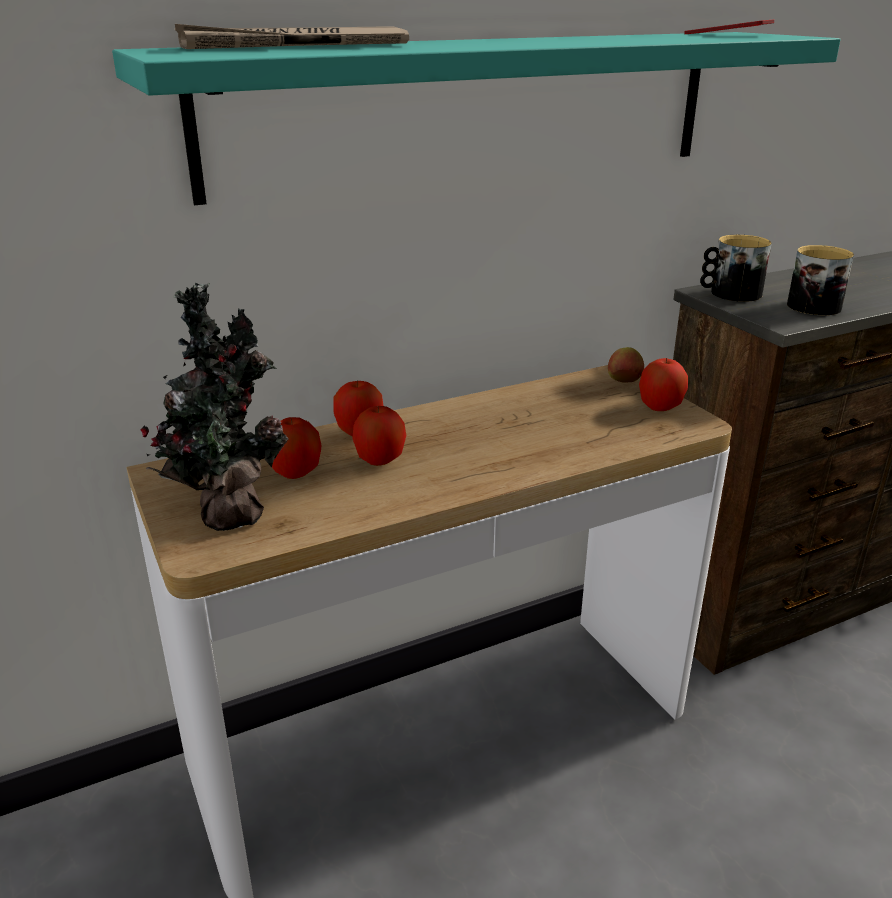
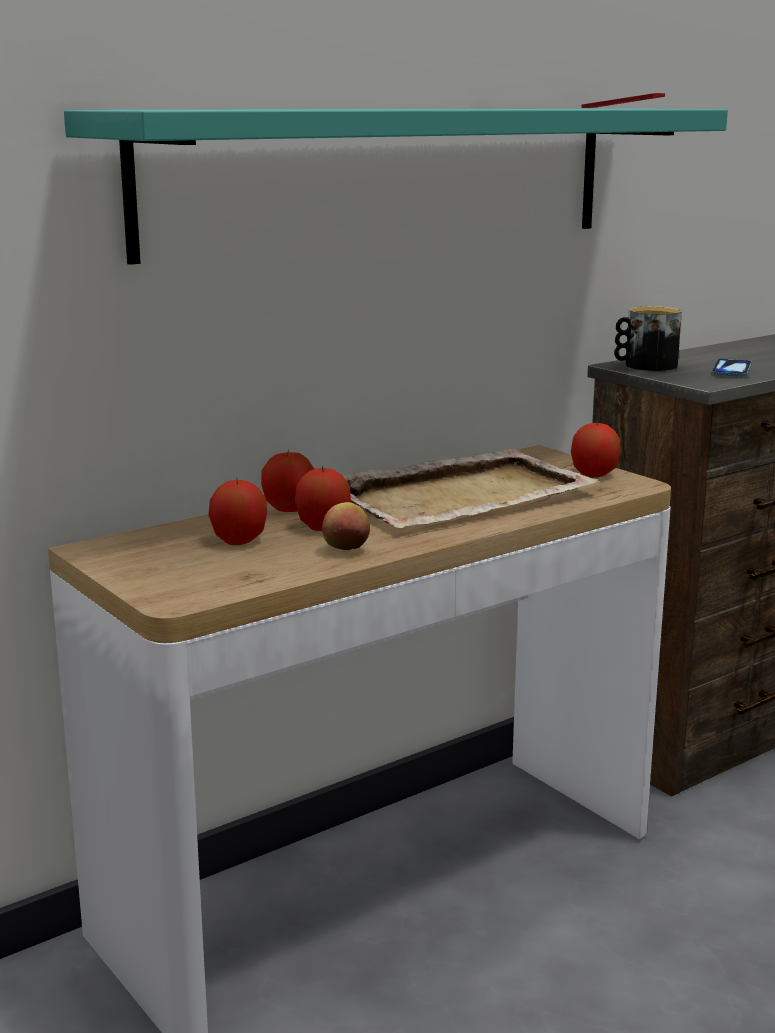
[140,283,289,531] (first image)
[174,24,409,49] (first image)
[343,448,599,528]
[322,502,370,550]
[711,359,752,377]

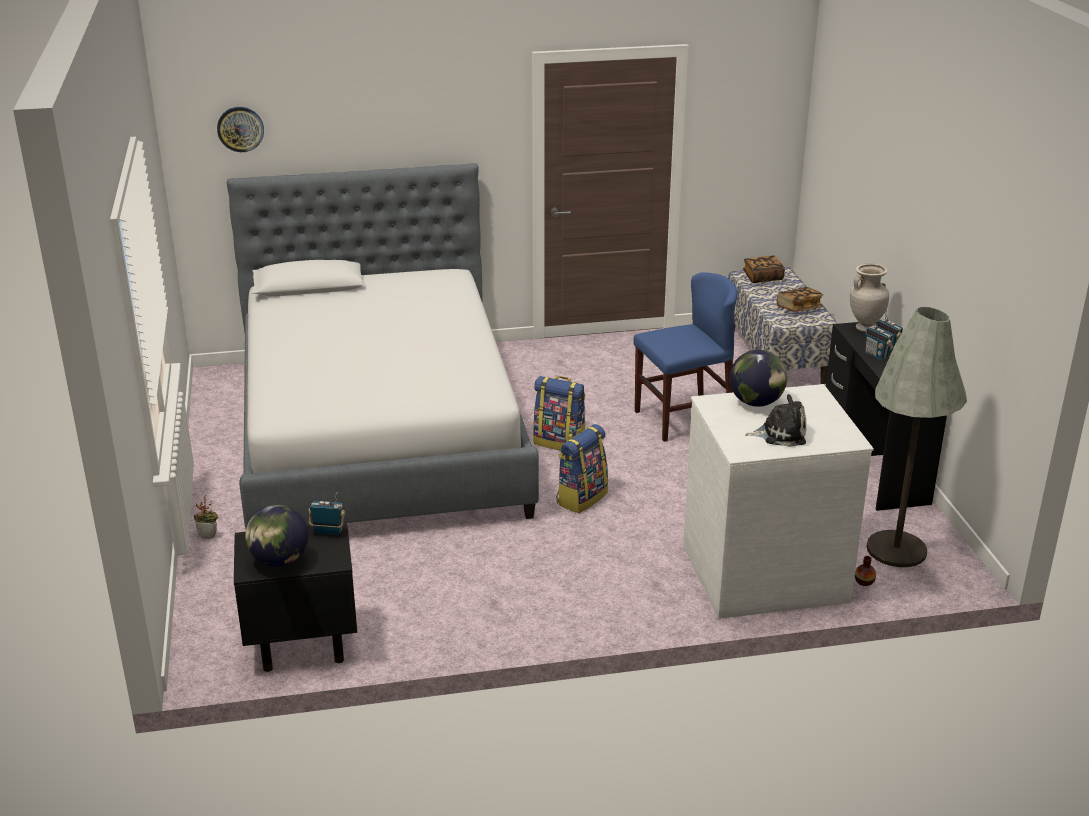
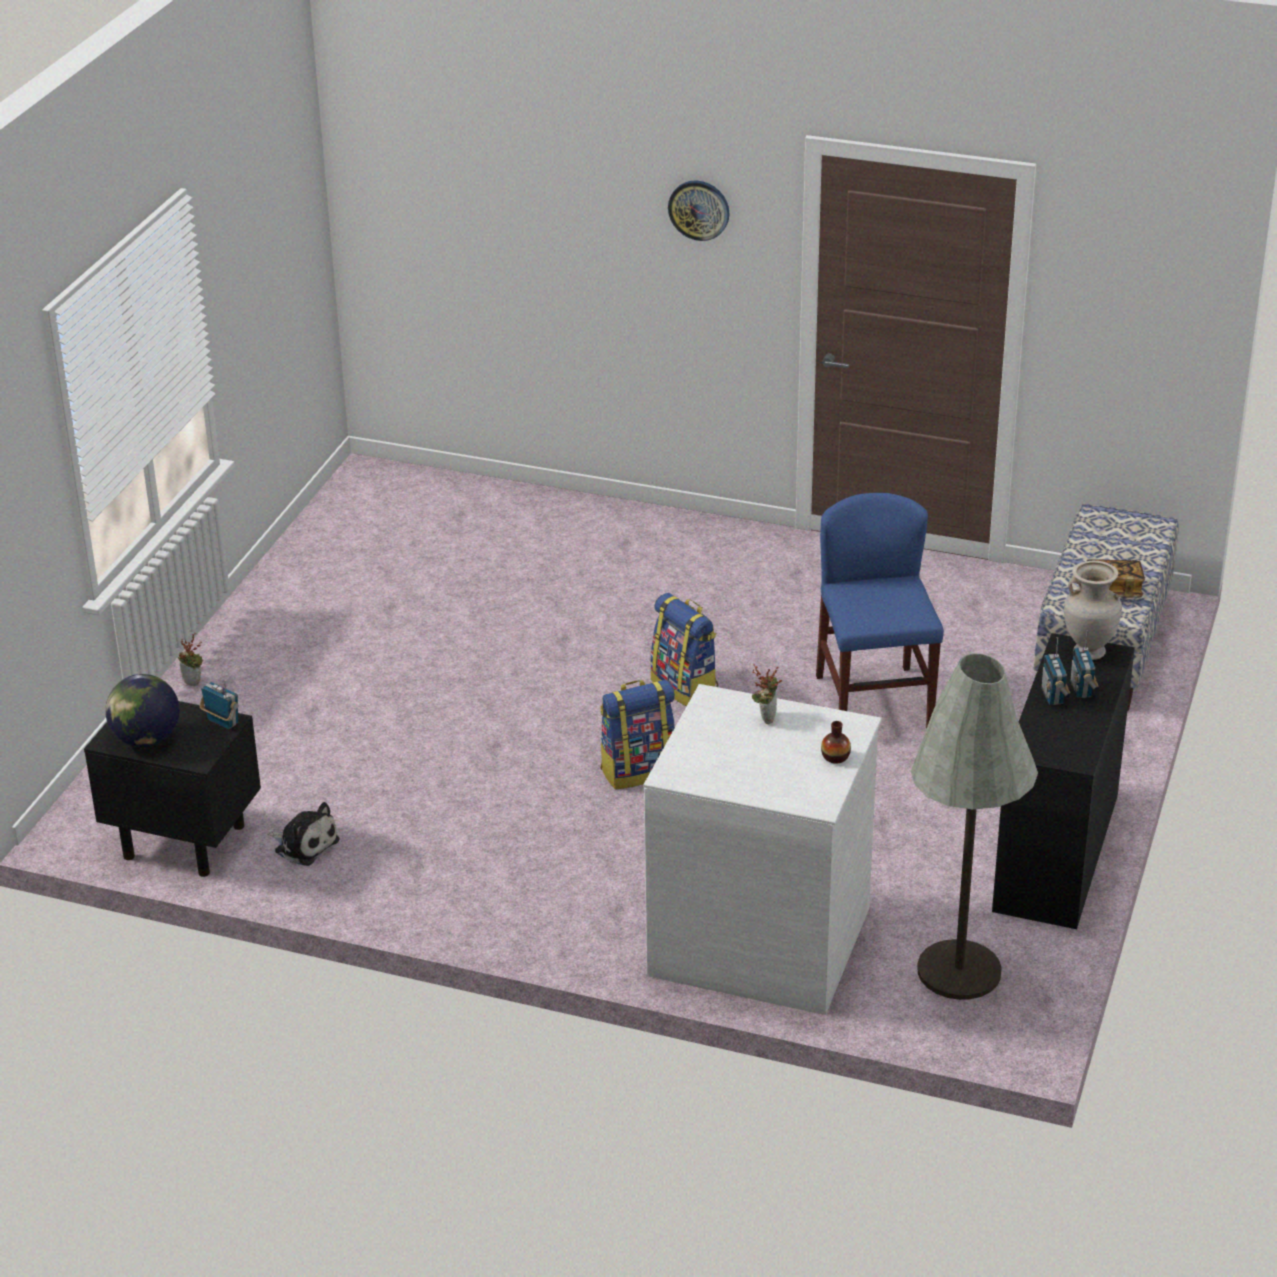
[227,163,539,529] (first image)
[743,256,785,283] (first image)
[668,181,729,241]
[268,802,340,866]
[821,721,851,764]
[752,665,782,724]
[816,493,944,729]

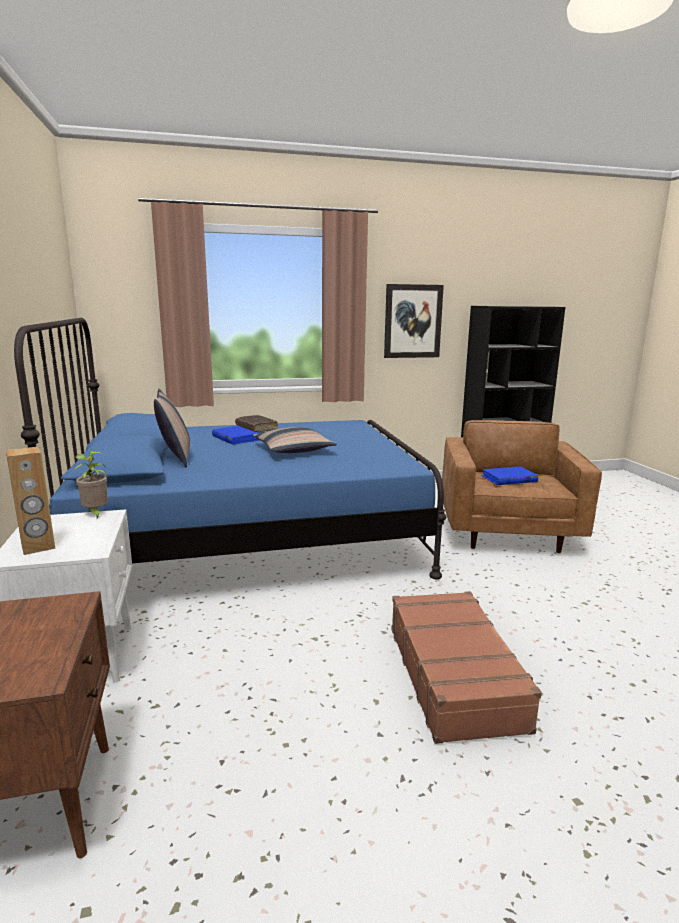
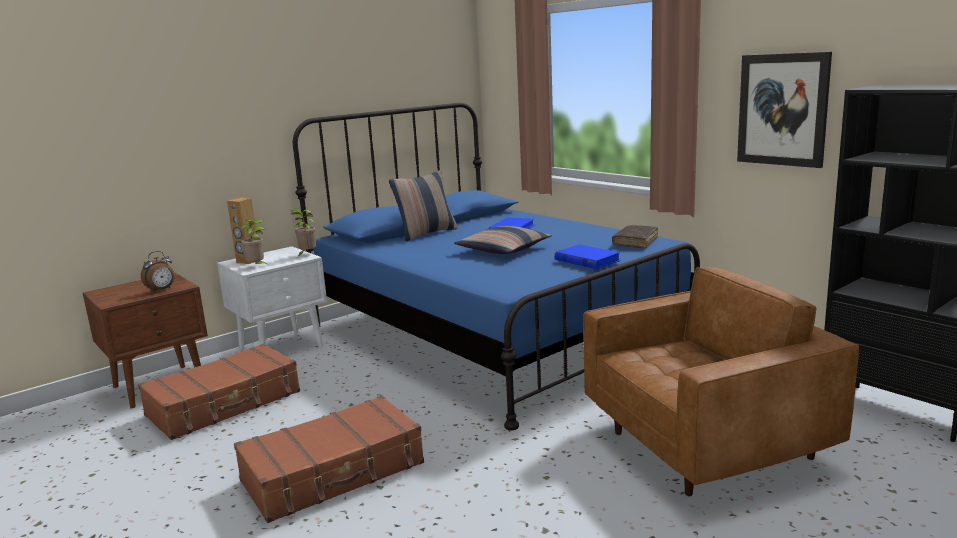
[138,344,300,440]
[141,251,174,293]
[241,219,269,266]
[612,225,658,248]
[555,244,620,269]

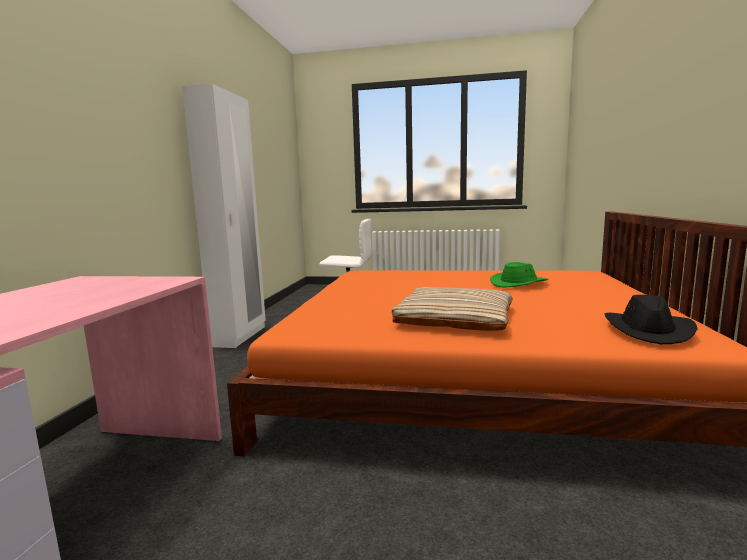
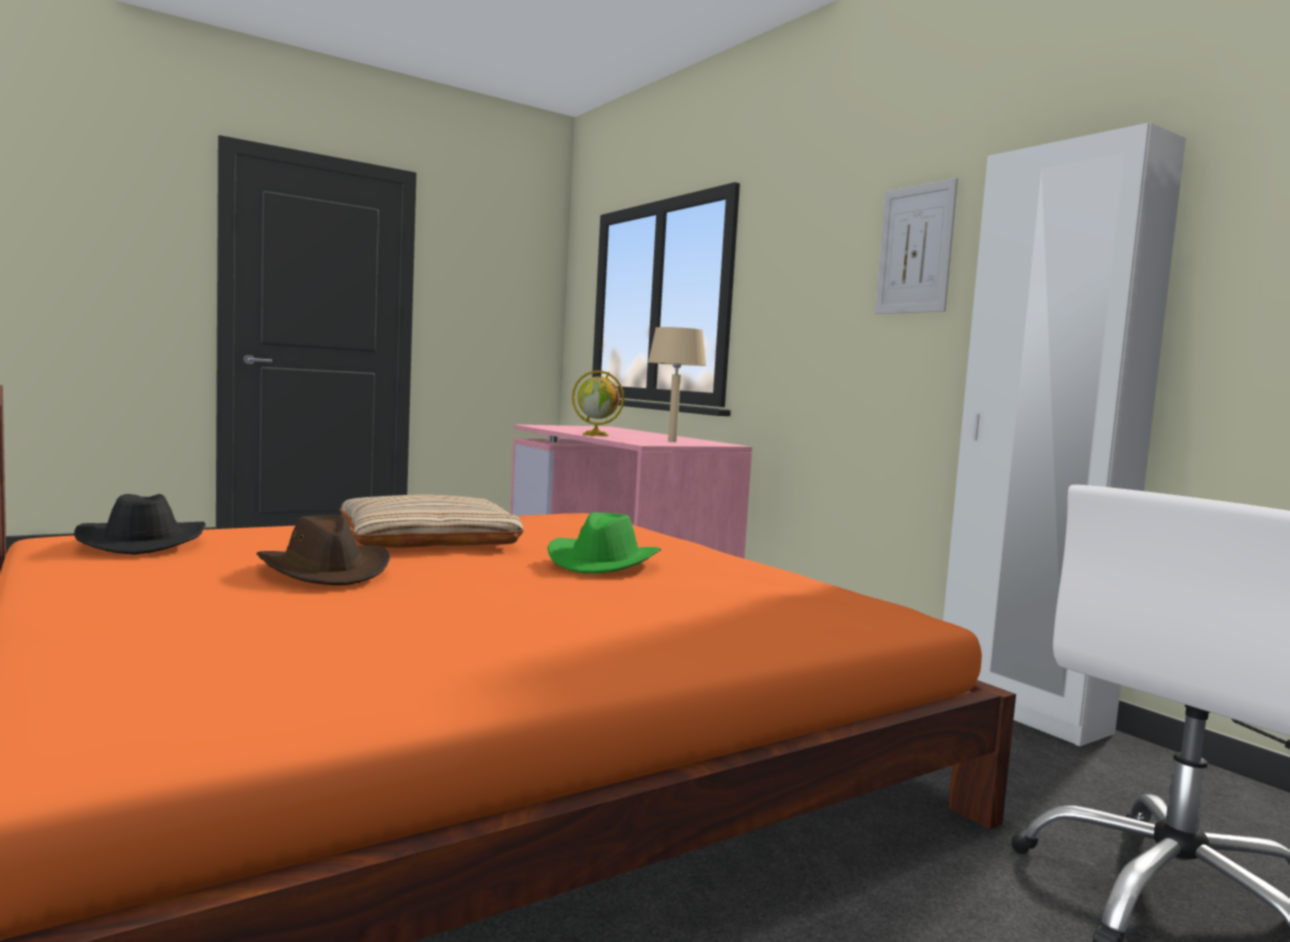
[256,515,390,585]
[572,370,624,436]
[648,327,707,442]
[875,178,958,314]
[547,512,661,574]

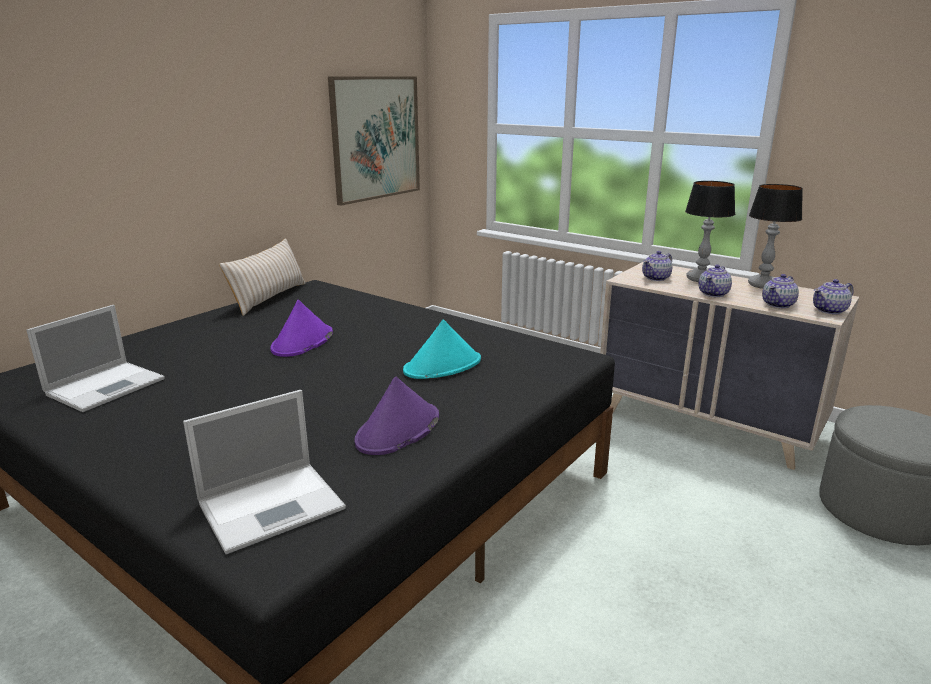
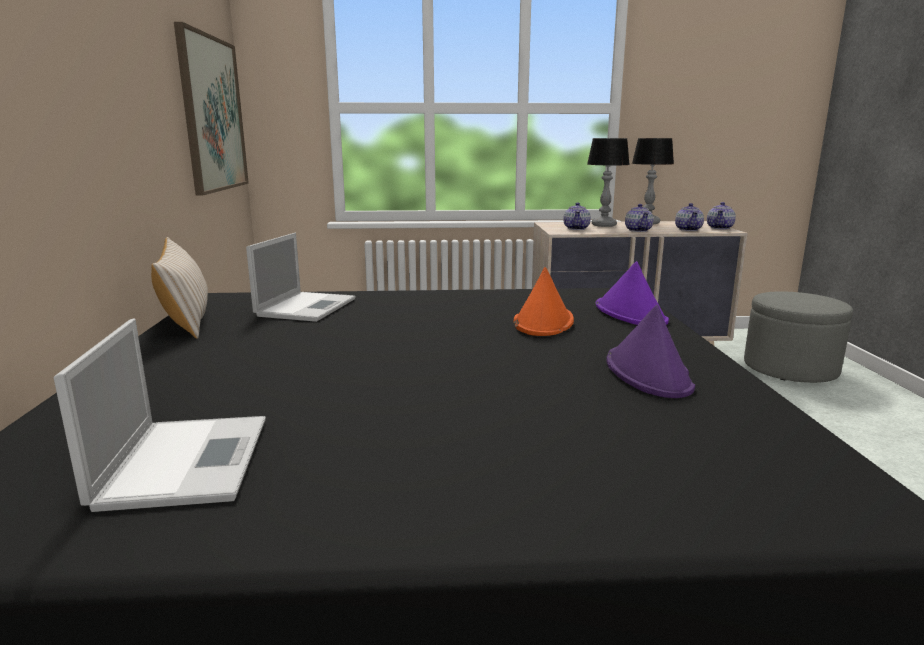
[246,233,355,322]
[596,261,669,325]
[514,267,574,336]

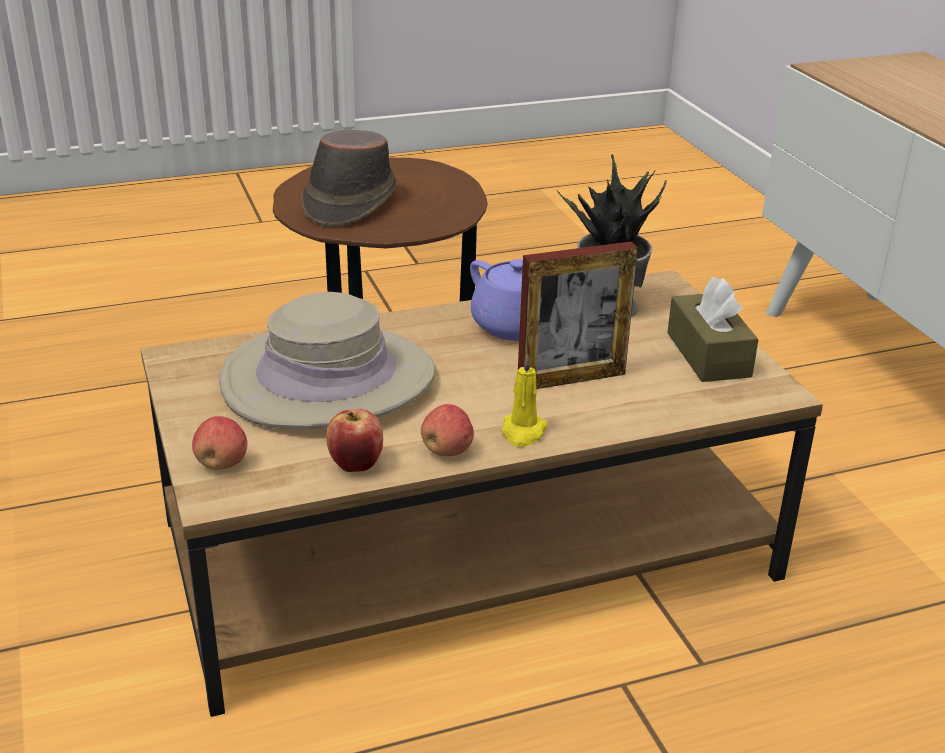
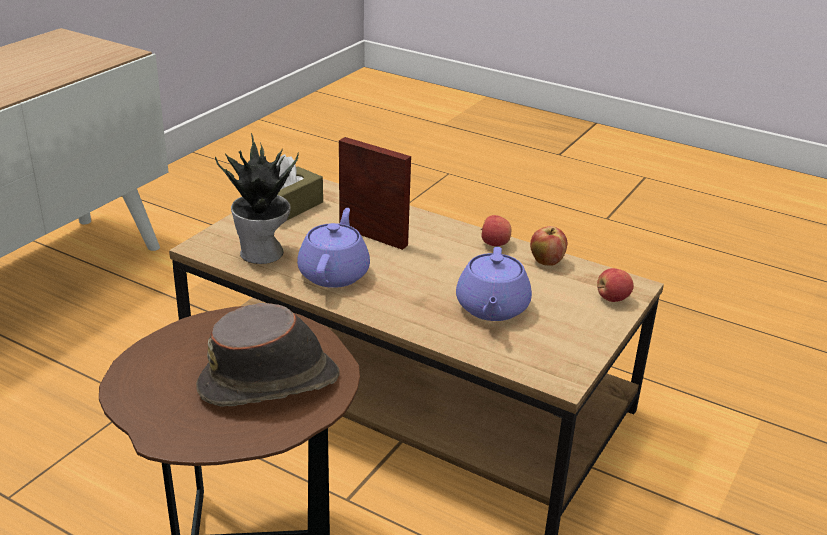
[501,353,548,447] (first image)
[456,247,532,321]

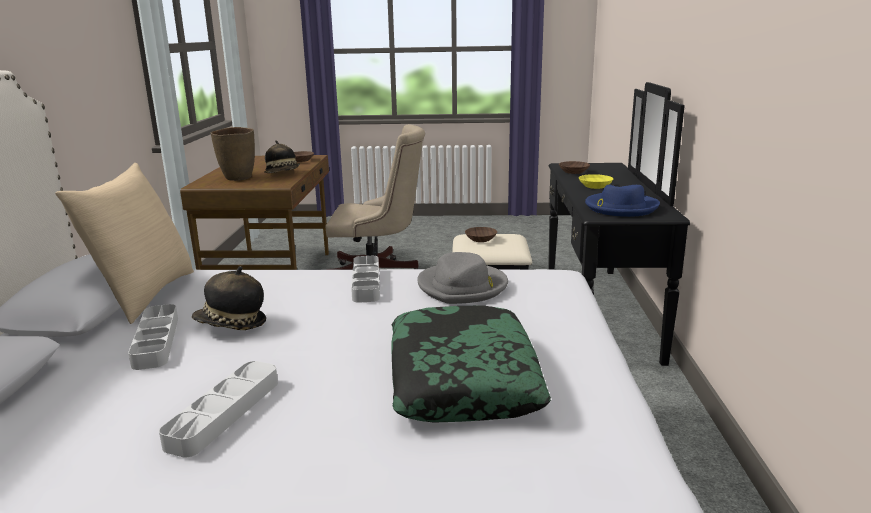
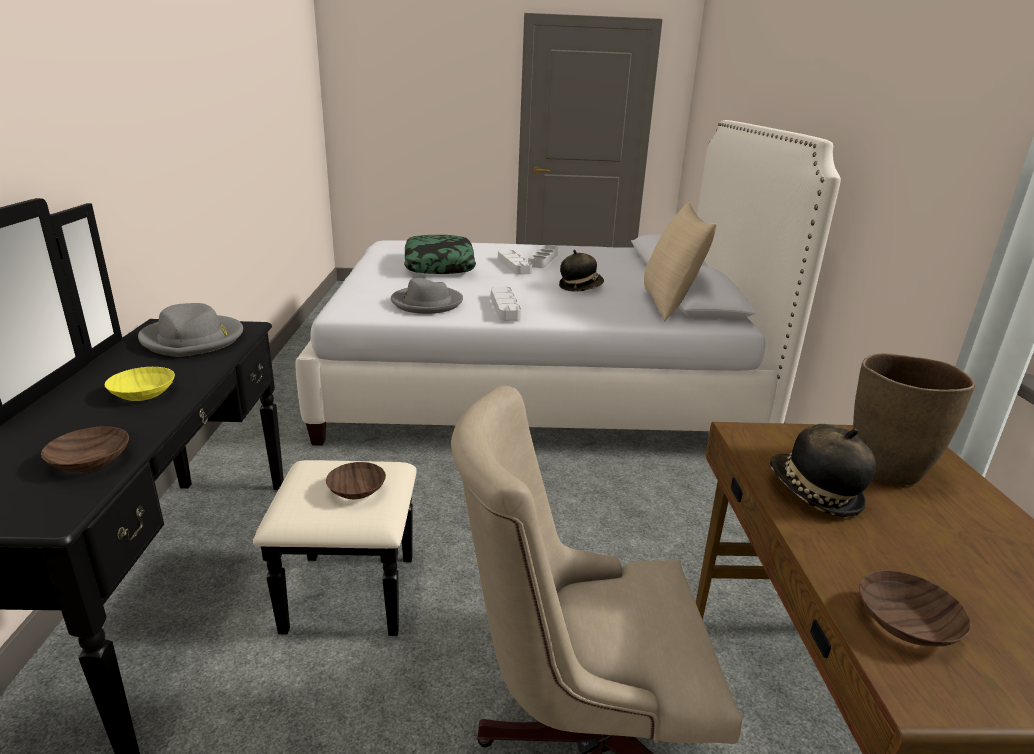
[498,250,532,275]
[138,303,243,357]

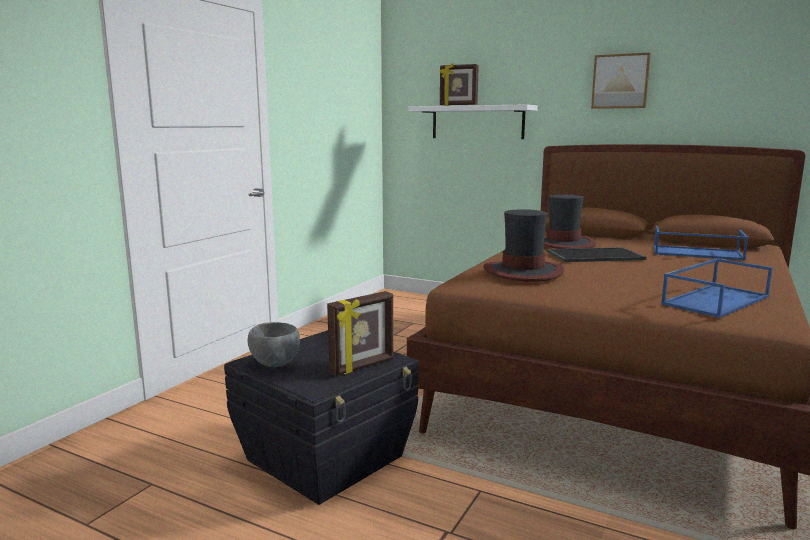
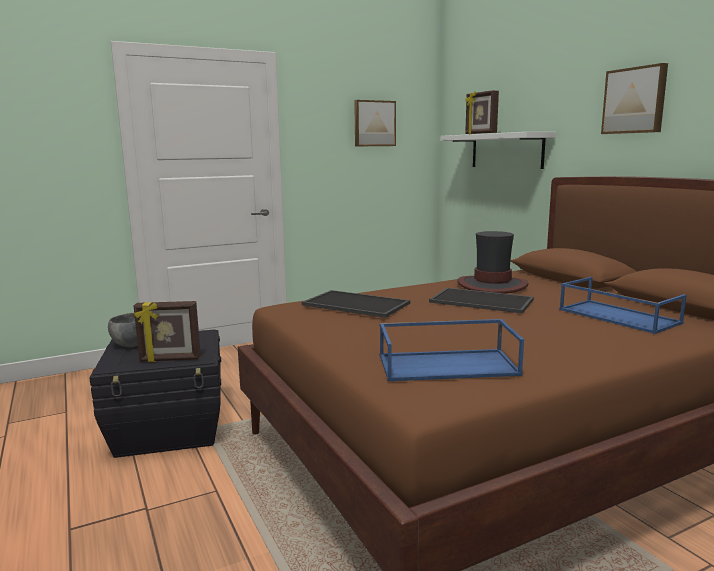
[354,100,396,146]
[302,290,410,318]

